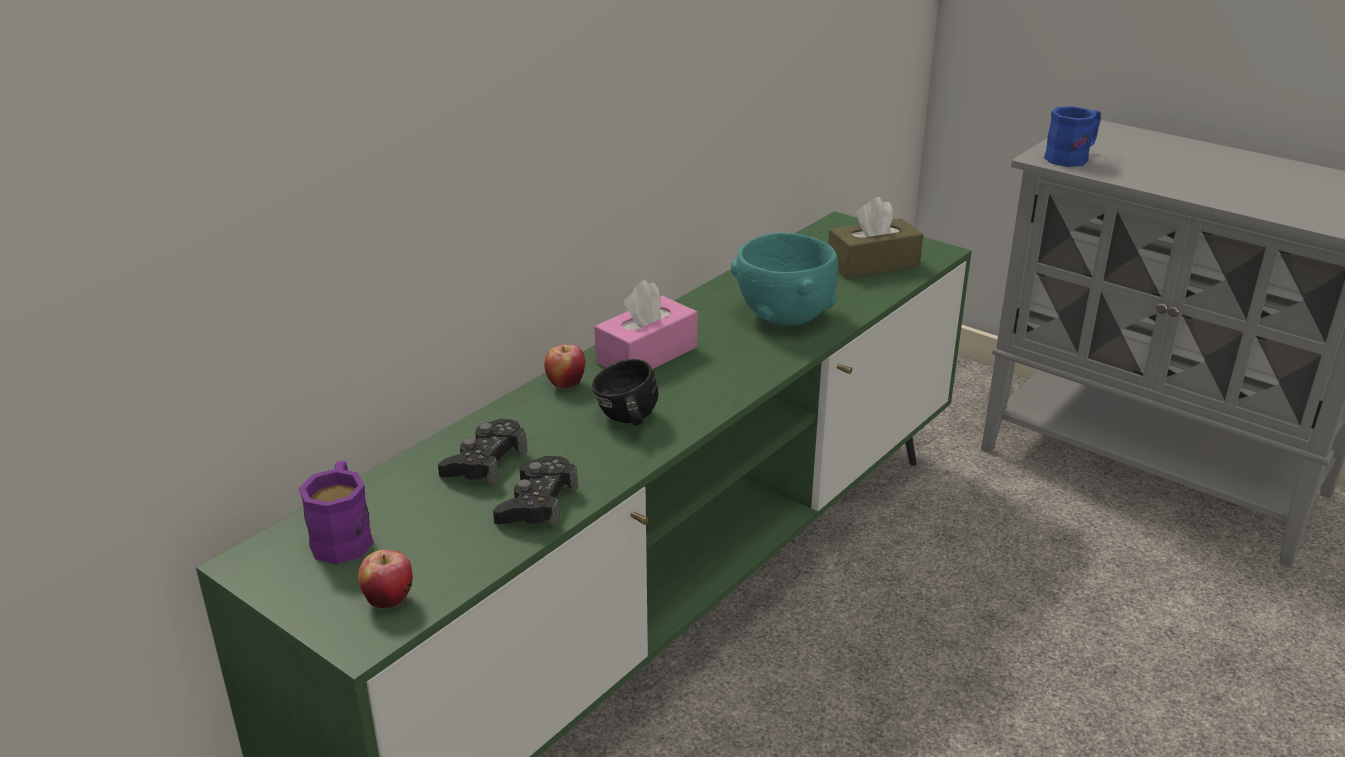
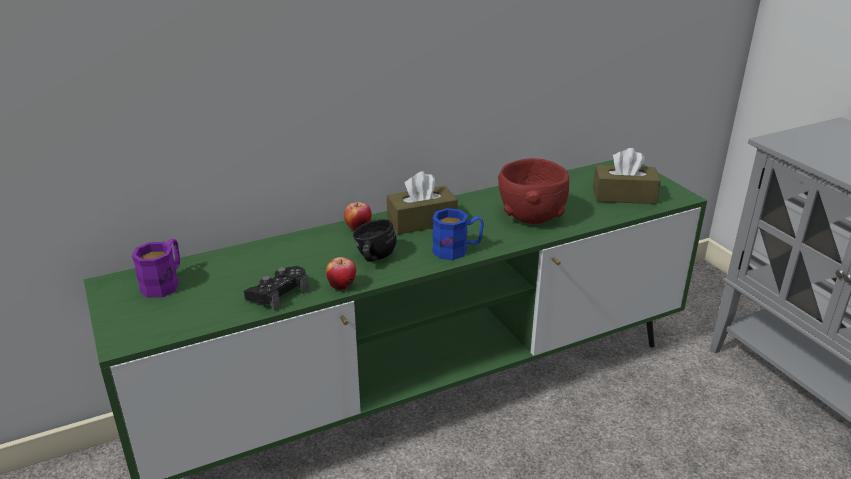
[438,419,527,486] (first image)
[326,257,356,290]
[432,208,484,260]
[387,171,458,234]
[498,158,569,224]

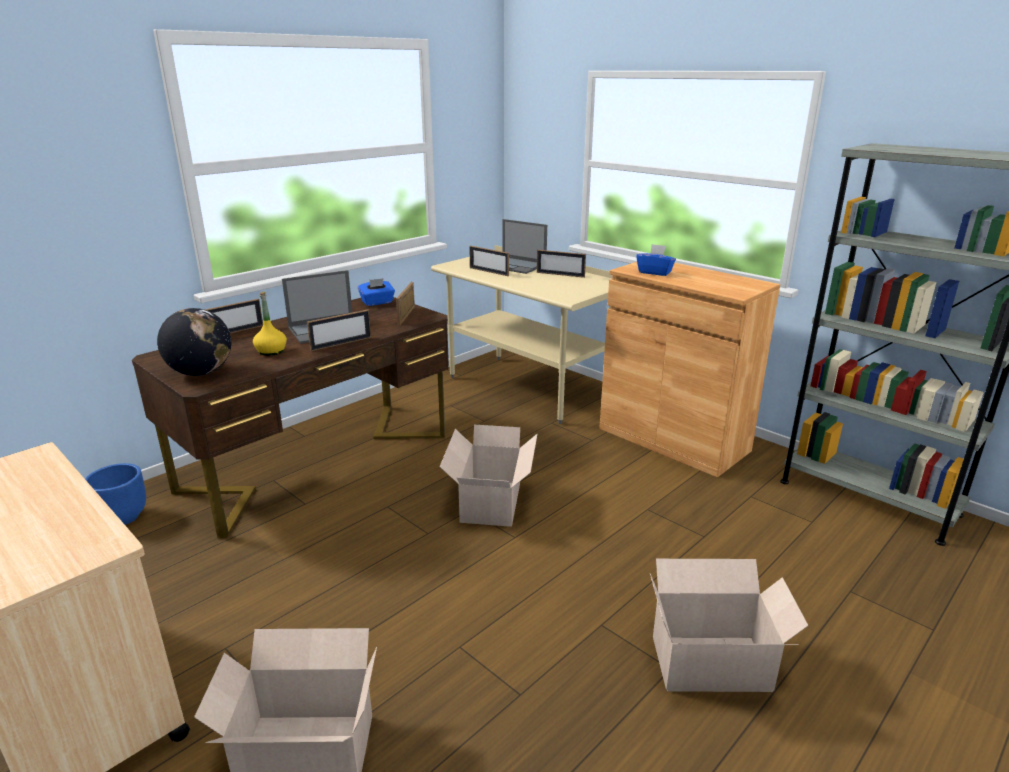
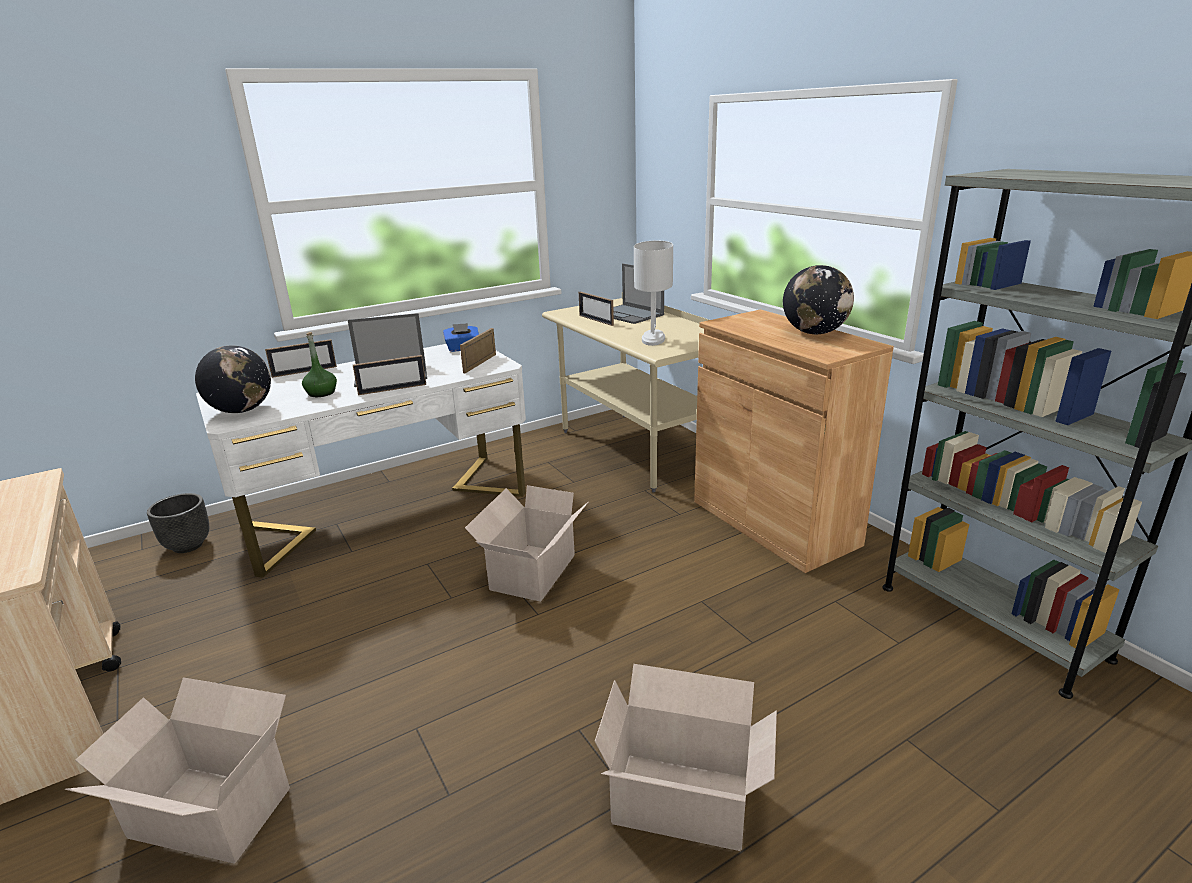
[537,250,586,278] (first image)
[636,244,676,276] (first image)
[634,241,673,346]
[783,265,854,334]
[147,493,209,553]
[196,344,526,578]
[302,332,337,397]

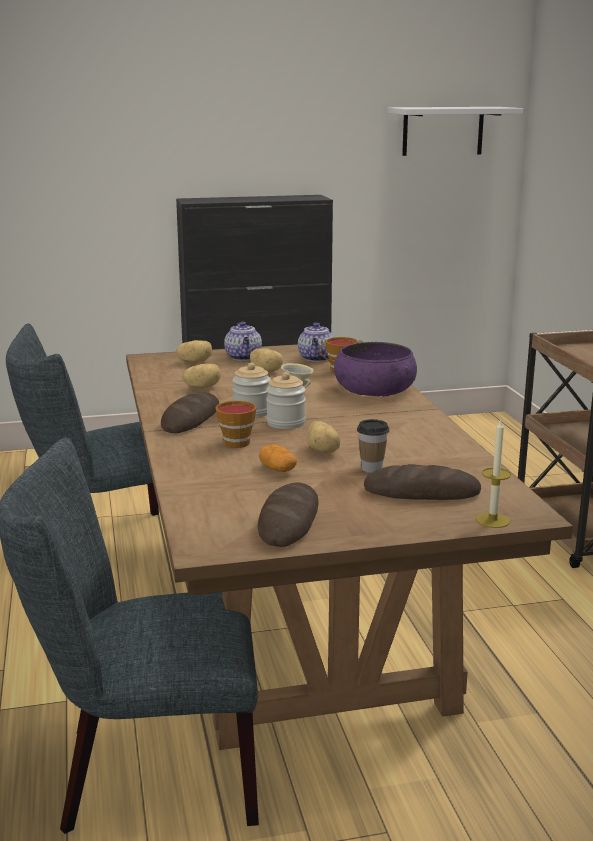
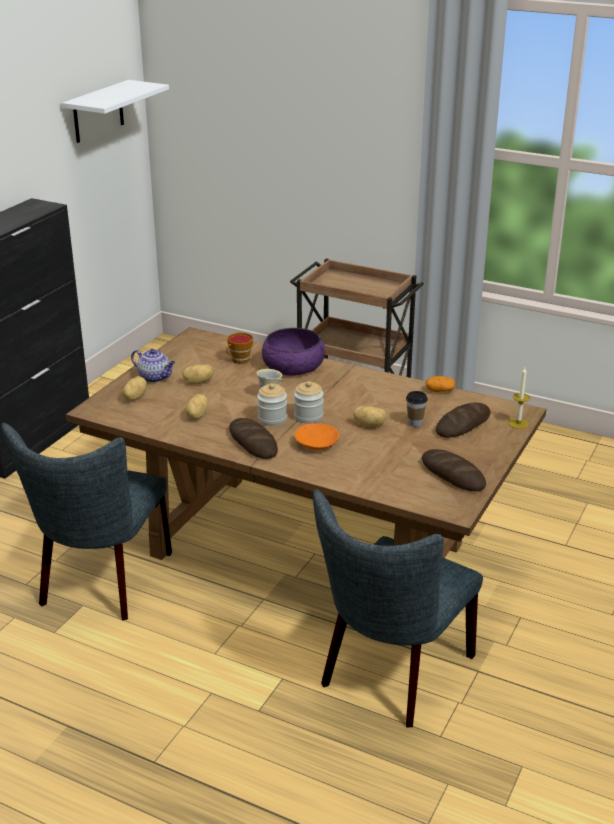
[298,322,334,362] (first image)
[425,376,456,392]
[294,423,339,451]

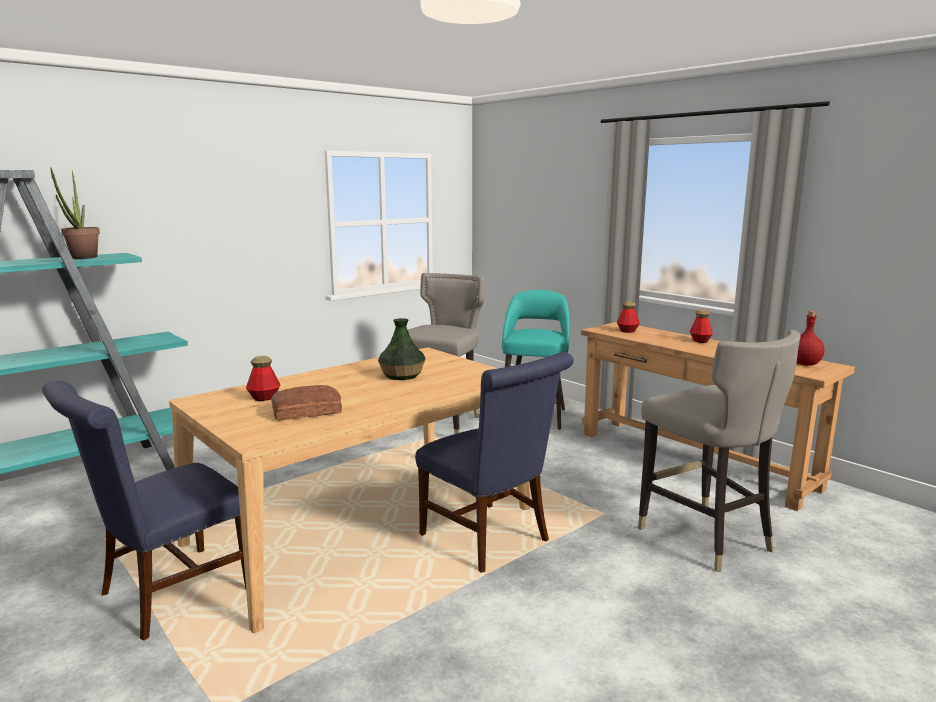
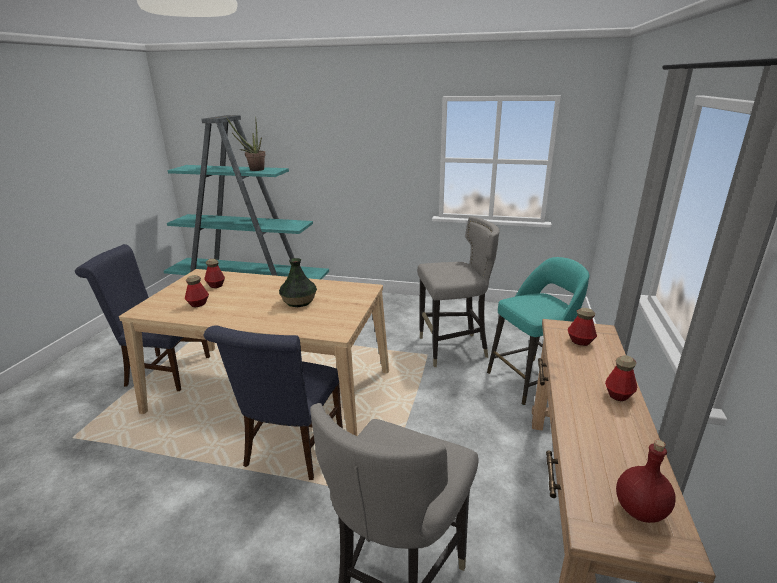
[185,275,209,308]

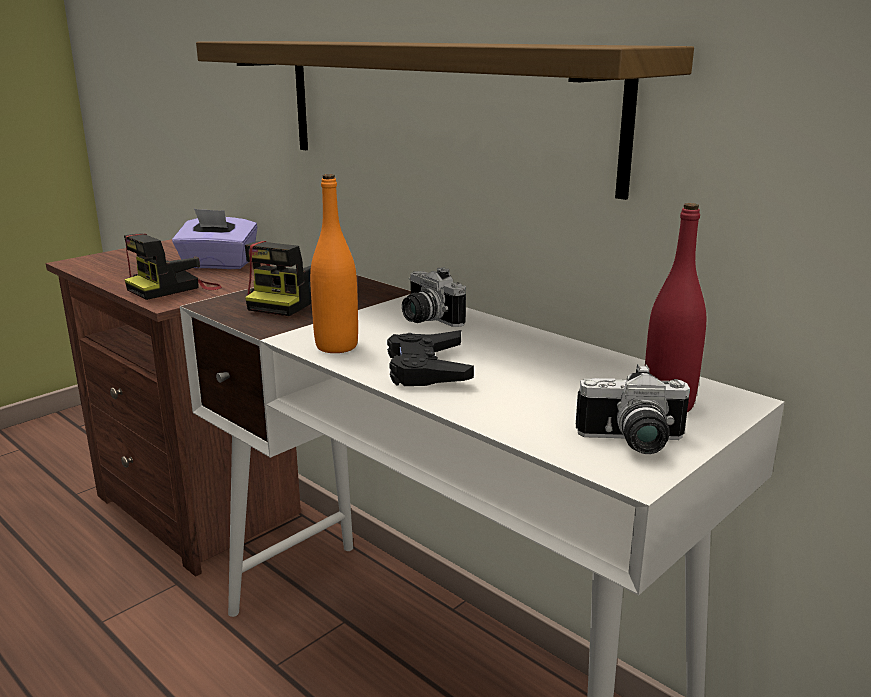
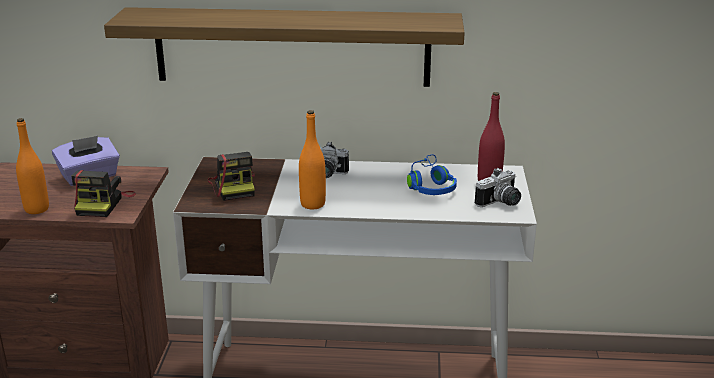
[387,330,474,386] (first image)
[16,118,49,214]
[407,154,457,195]

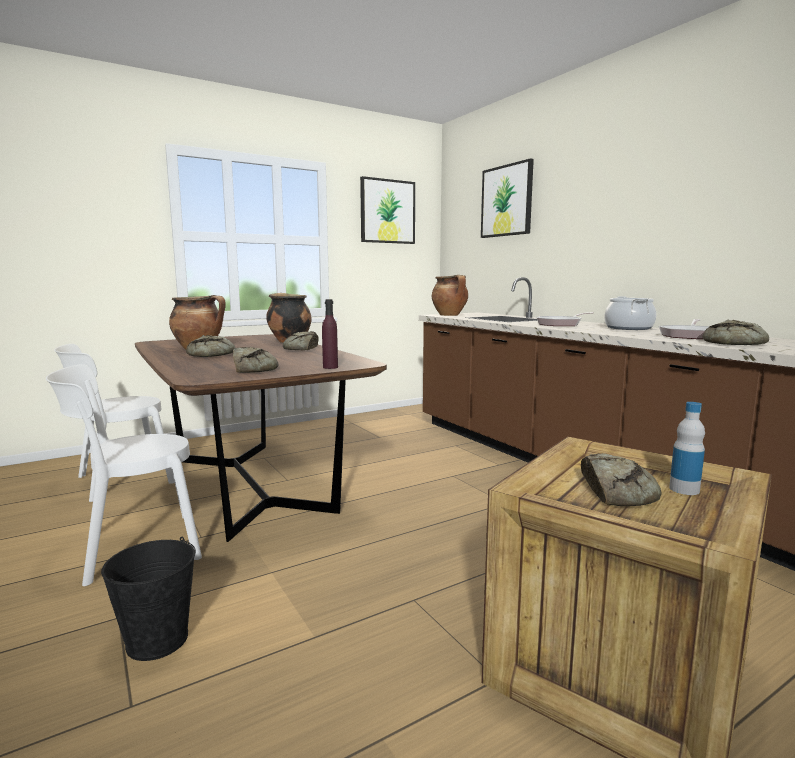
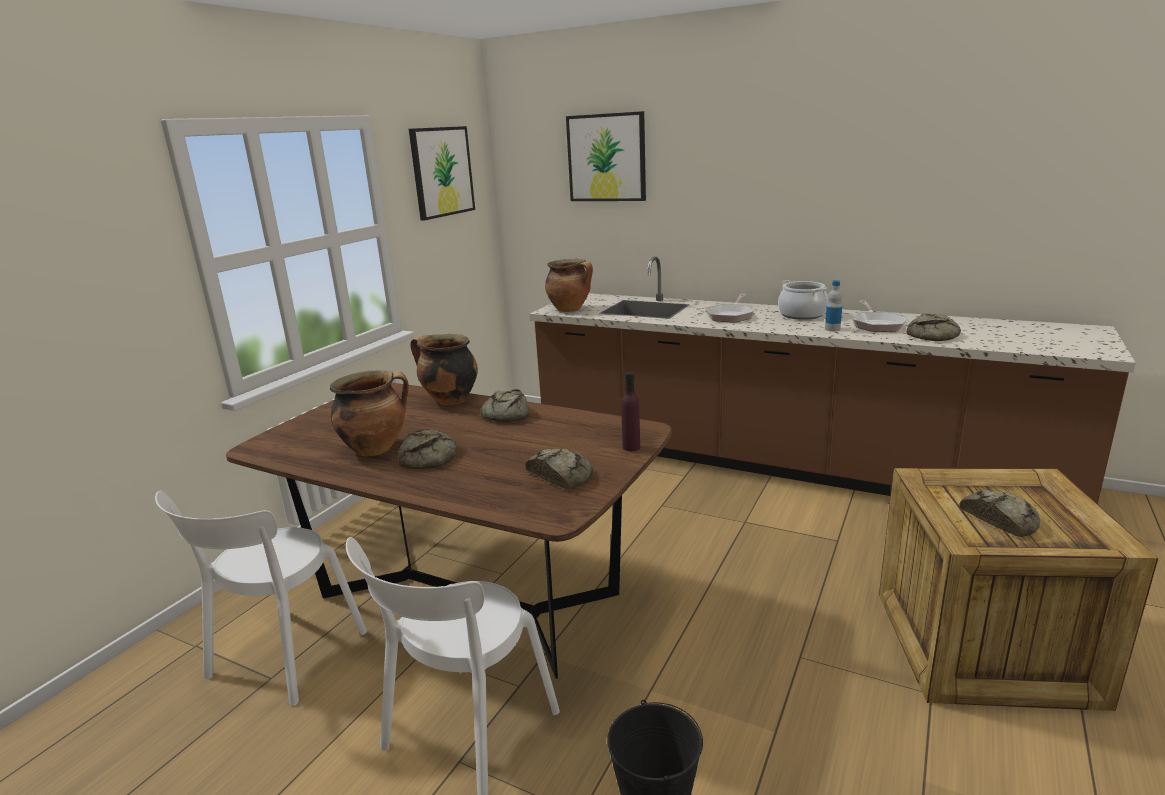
[825,280,842,331]

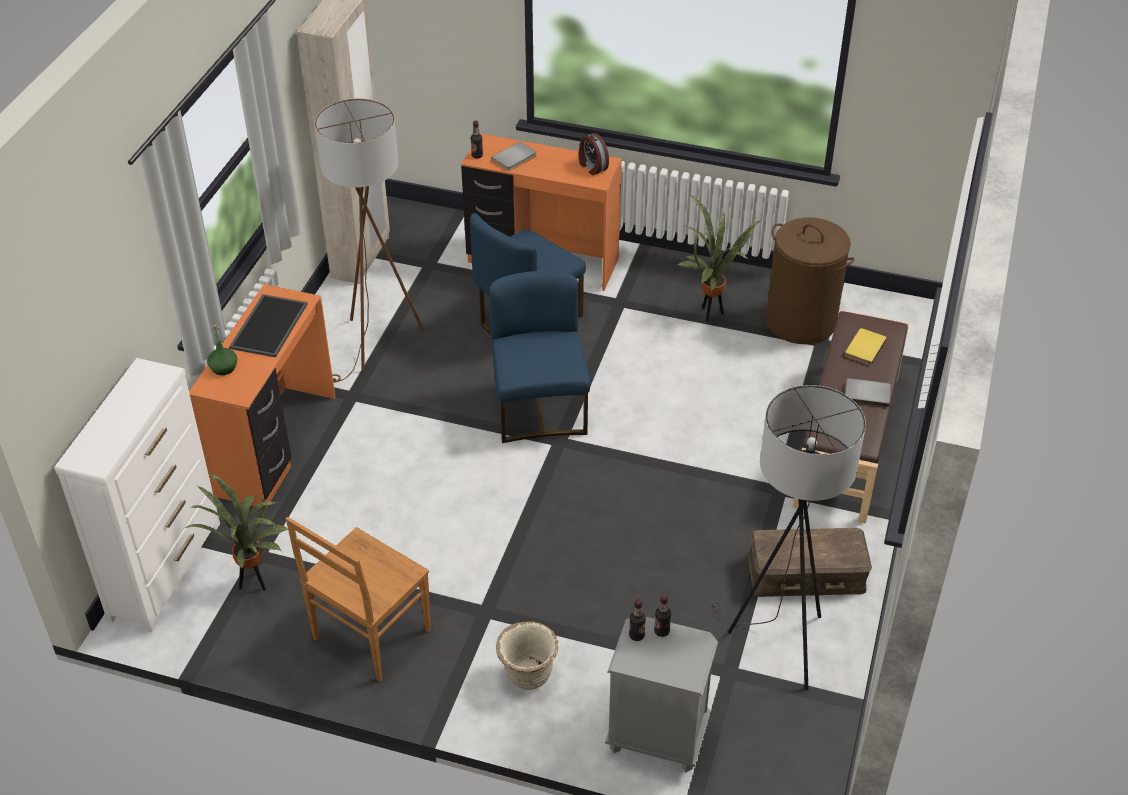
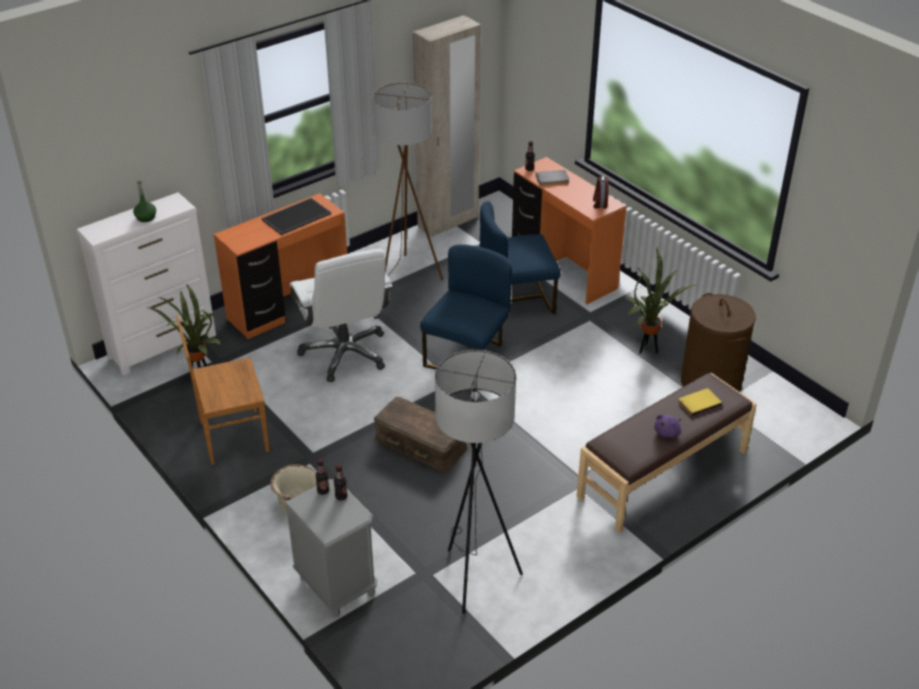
[290,249,393,382]
[133,180,156,222]
[374,397,467,472]
[654,415,681,438]

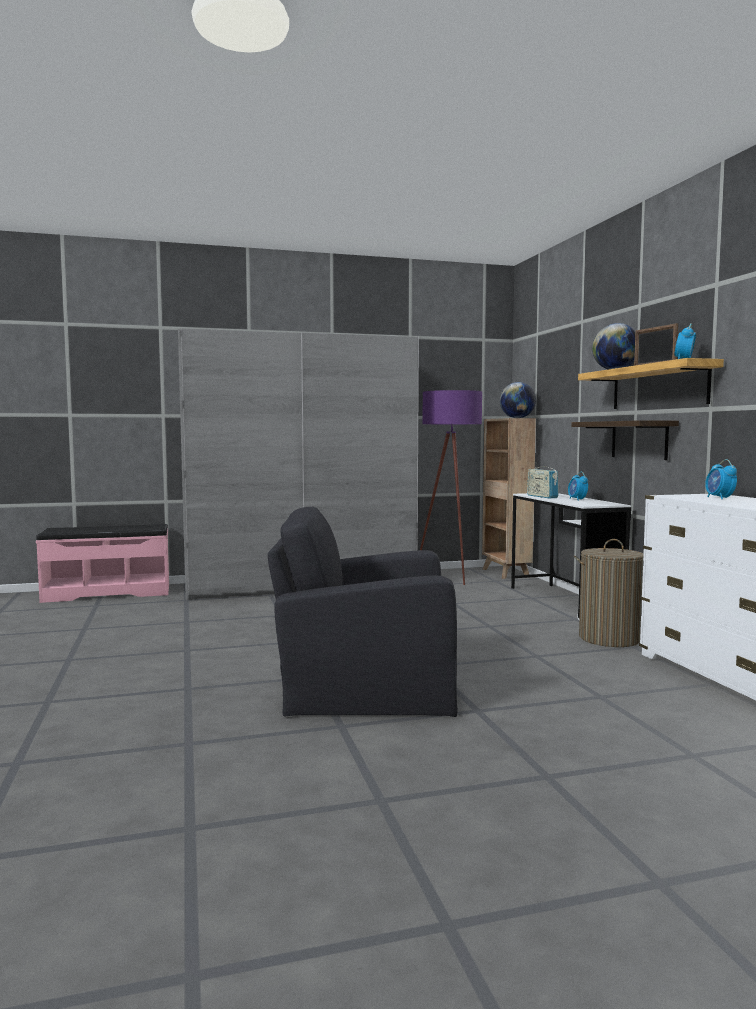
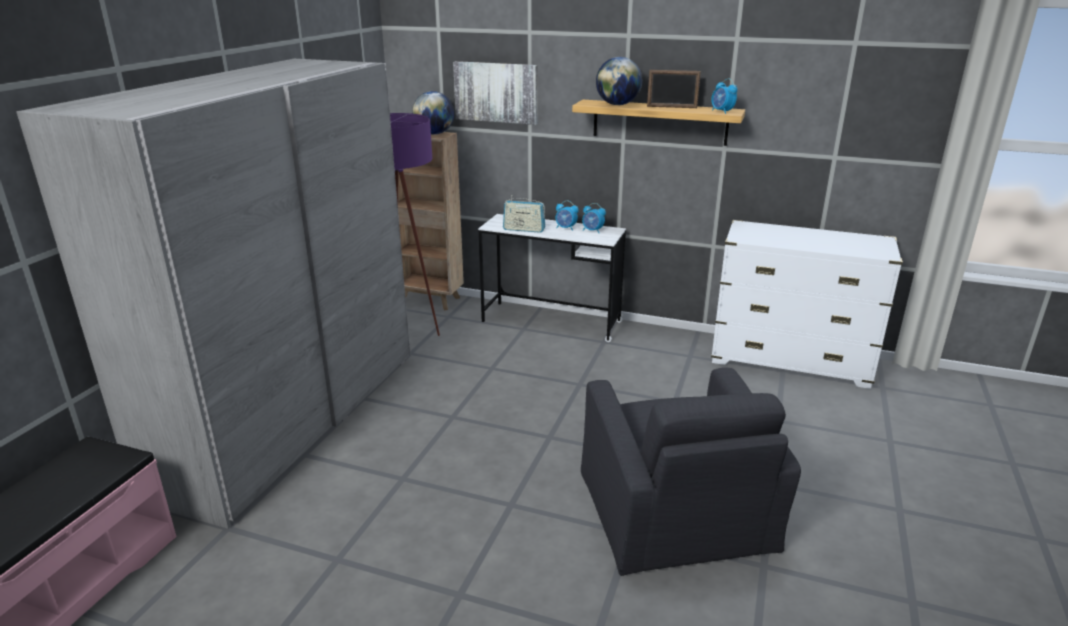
[571,420,679,460] (first image)
[574,539,643,647] (first image)
[453,61,538,125]
[582,203,606,233]
[581,367,801,576]

